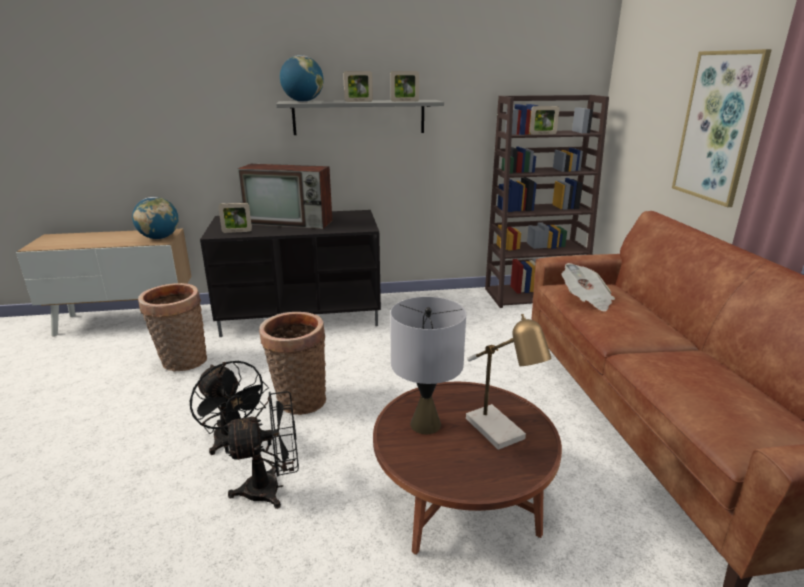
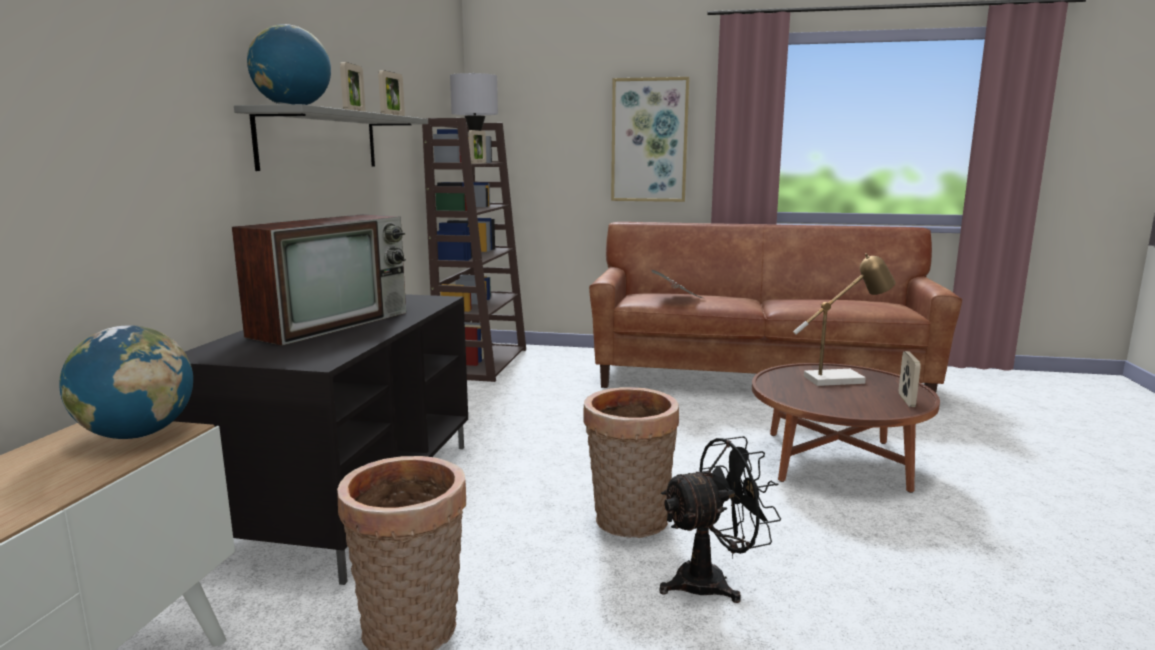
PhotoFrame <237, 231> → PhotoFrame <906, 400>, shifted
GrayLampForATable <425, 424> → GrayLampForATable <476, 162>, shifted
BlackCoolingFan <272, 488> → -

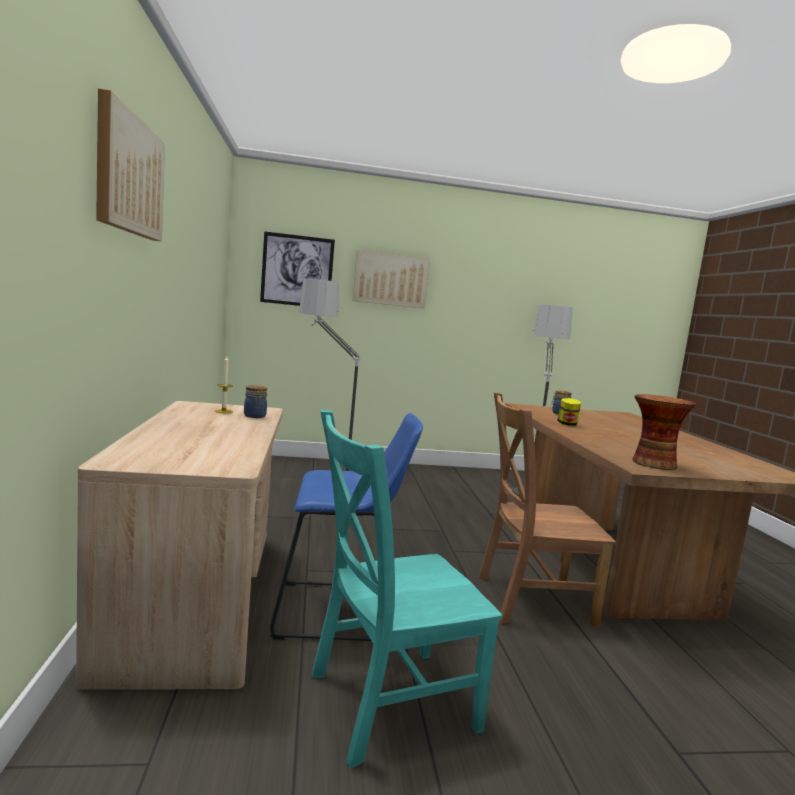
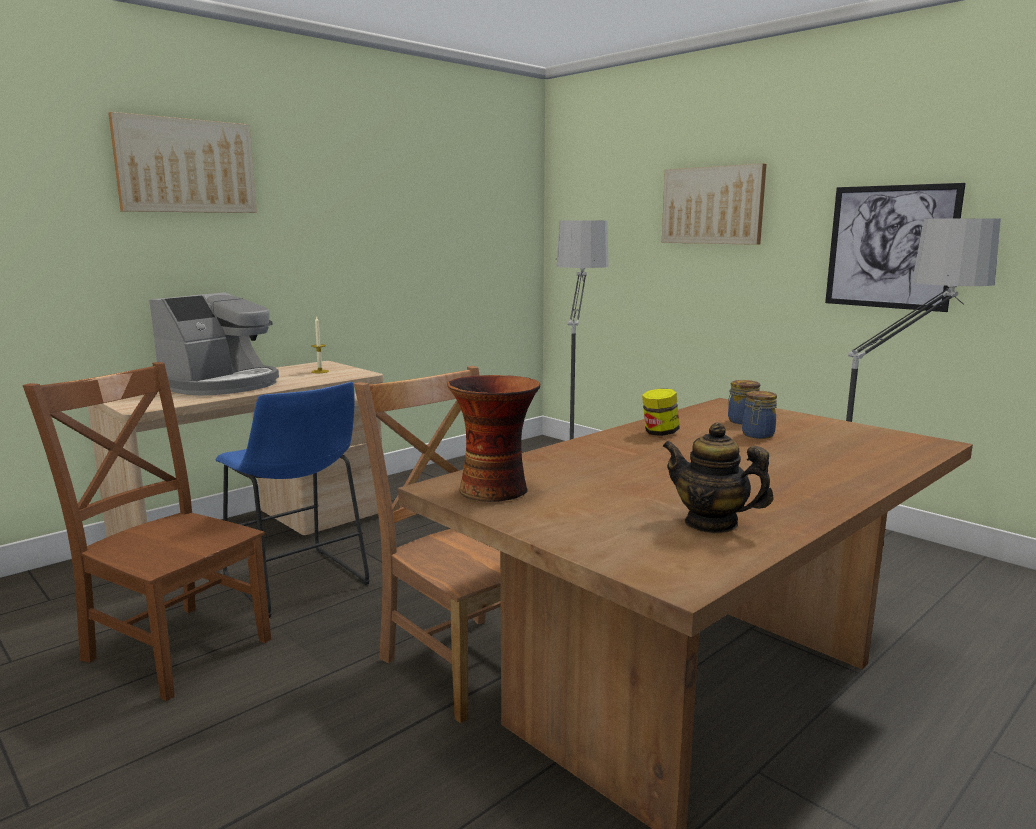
WallPicture <297, 270> → WallPicture <890, 247>, shifted
StorageJar <255, 416> → StorageJar <757, 435>, shifted
TurquoiseColouredChair <385, 702> → BrownChair <174, 646>
- → CoffeeMachine <222, 385>
- → PotForTea <711, 523>

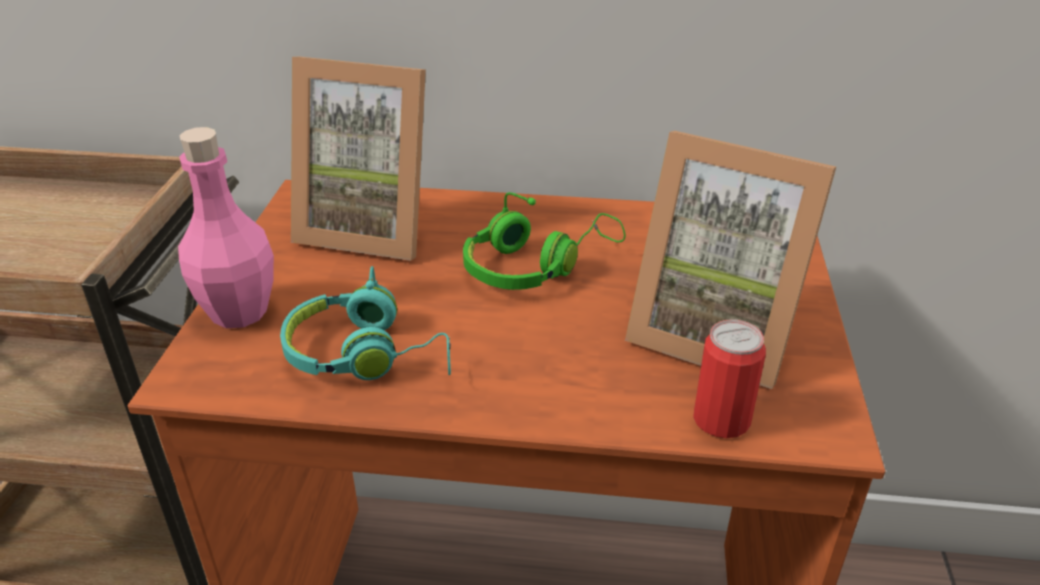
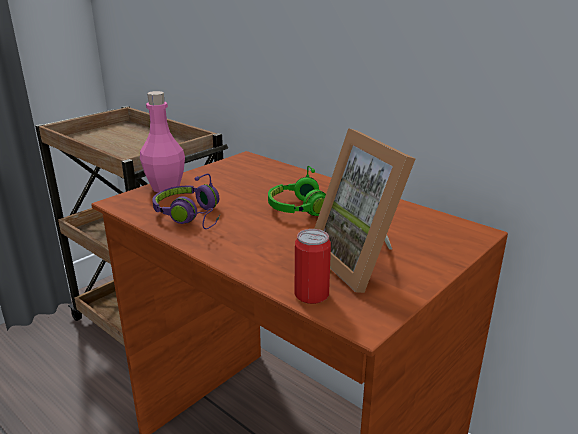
PhotoFrame <371, 227> → -
TurquoiseColouredHeadset <368, 354> → PurpleColouredHeadset <192, 216>

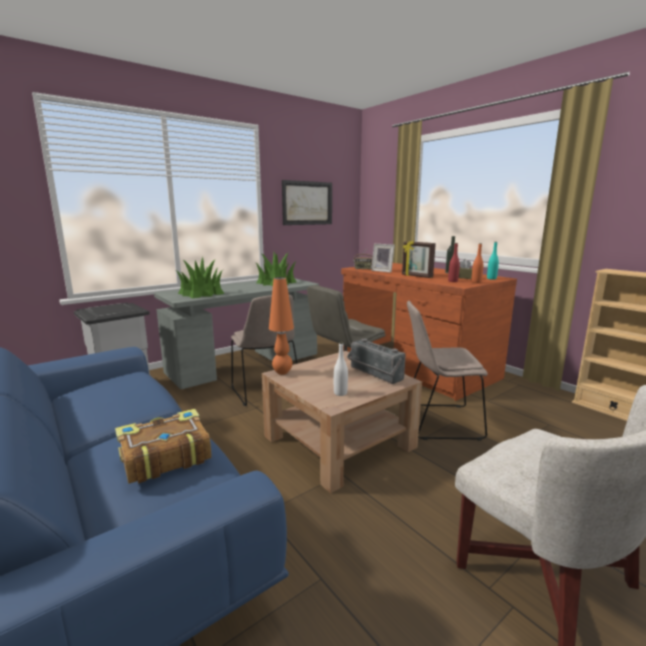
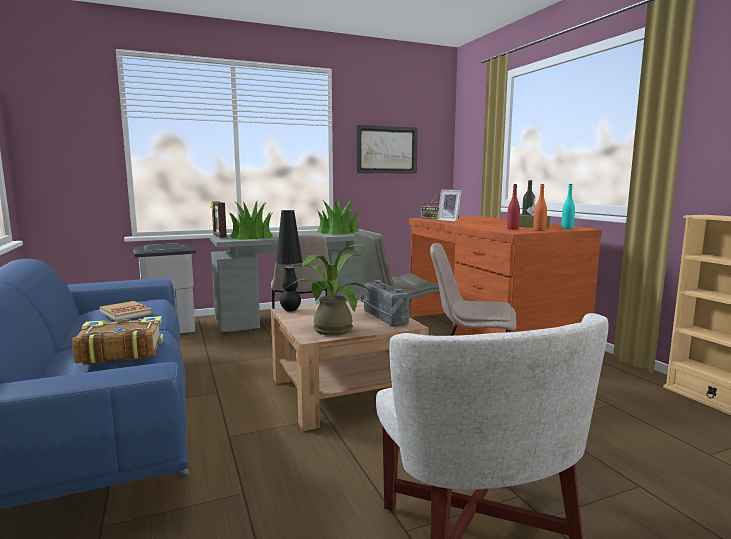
PhotoFrame <416, 276> → PhotoFrame <219, 236>, shifted
OrangeyLampForATable <282, 373> → BlackLampForATable <290, 310>
WhitishBeverageBottle <340, 393> → PottedPlant <329, 329>
- → Volume <126, 313>

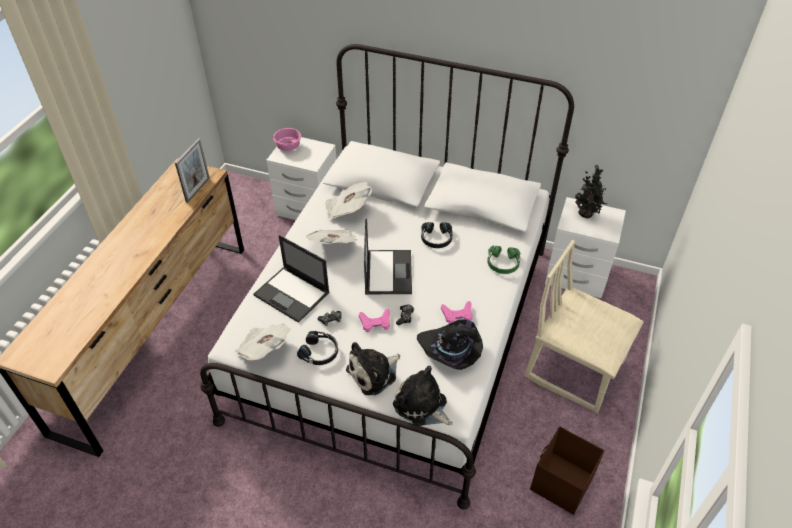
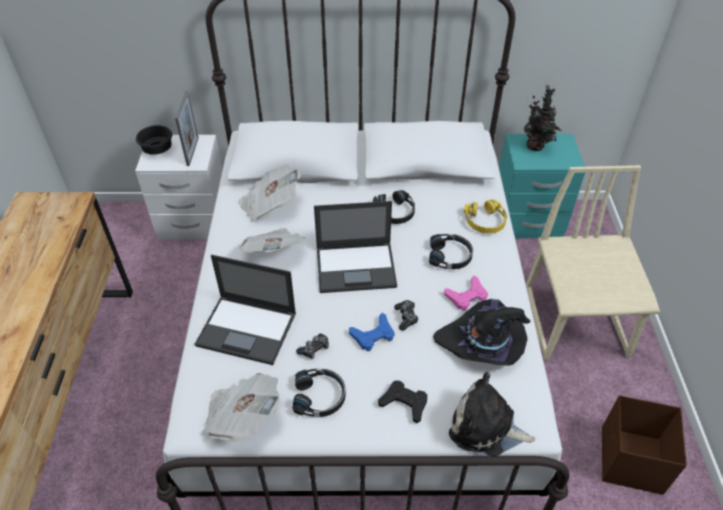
PinkDeepDish <289, 146> → BlackDeepDish <158, 148>
PhotoFrame <198, 190> → PhotoFrame <192, 151>, shifted
WhitishBedsideTable <576, 276> → TurquoiseColouredBedsideTable <526, 221>
PortableComputer <388, 272> → PortableComputer <357, 267>, 105 degrees clockwise
BeigeChair <575, 368> → BeigeChair <576, 322>, 75 degrees clockwise
GreenishHeadset <503, 263> → YellowHeadset <485, 221>
PinkJoypad <375, 322> → BlueJoypad <373, 335>
CuddlyToy <374, 373> → BlackJoypad <404, 403>
- → BlackHeadset <450, 256>

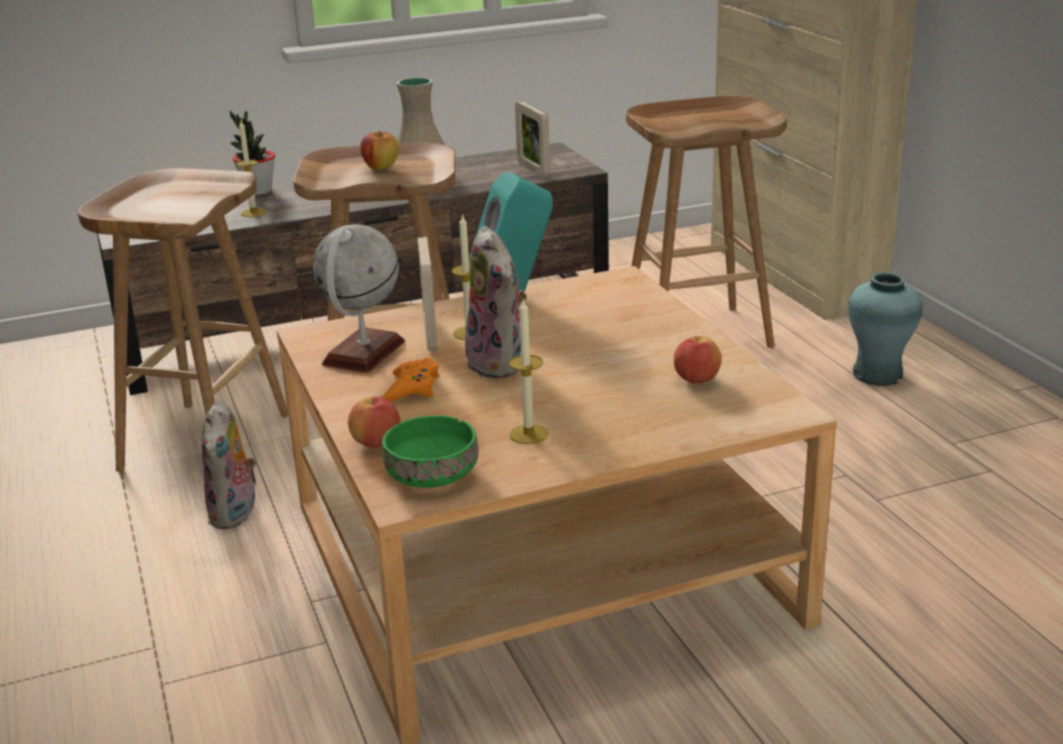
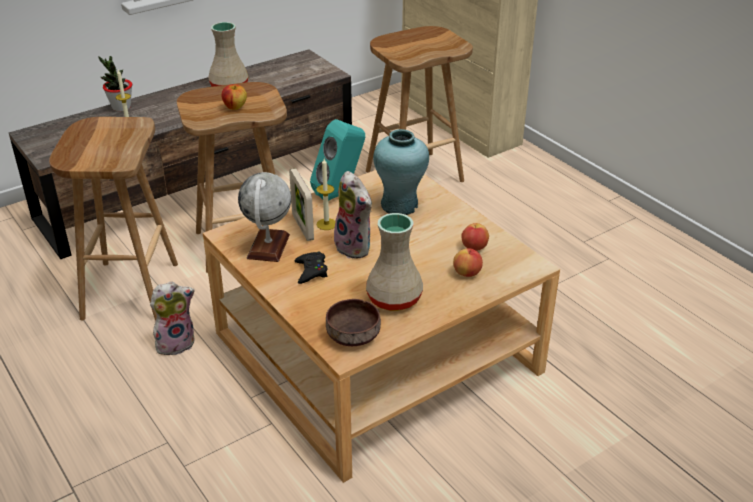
PhotoFrame <533, 170> → -
TurquoiseColouredVase <877, 374> → TurquoiseColouredVase <399, 205>, shifted
WaxLight <528, 434> → BeigeVase <395, 298>
OrangeyJoypad <412, 388> → BlackJoypad <311, 271>
AppleFruit <376, 443> → AppleFruit <467, 273>, shifted
CuddlyToy <236, 514> → CuddlyToy <176, 343>, 105 degrees counterclockwise
GreenishDeepDish <429, 475> → BrownDeepDish <352, 335>

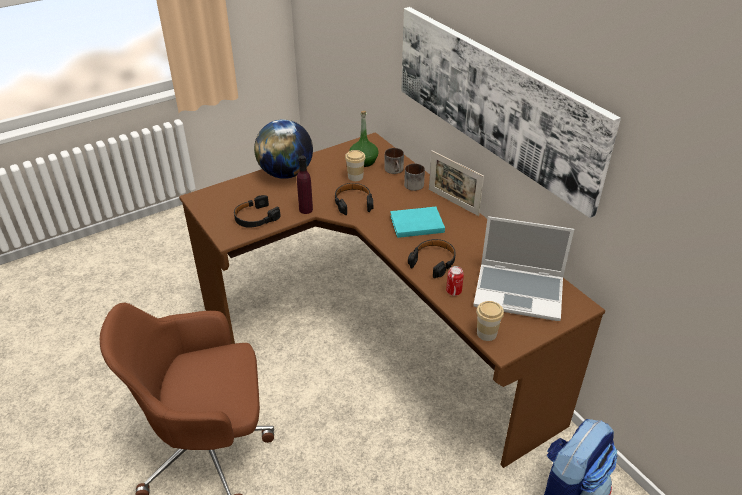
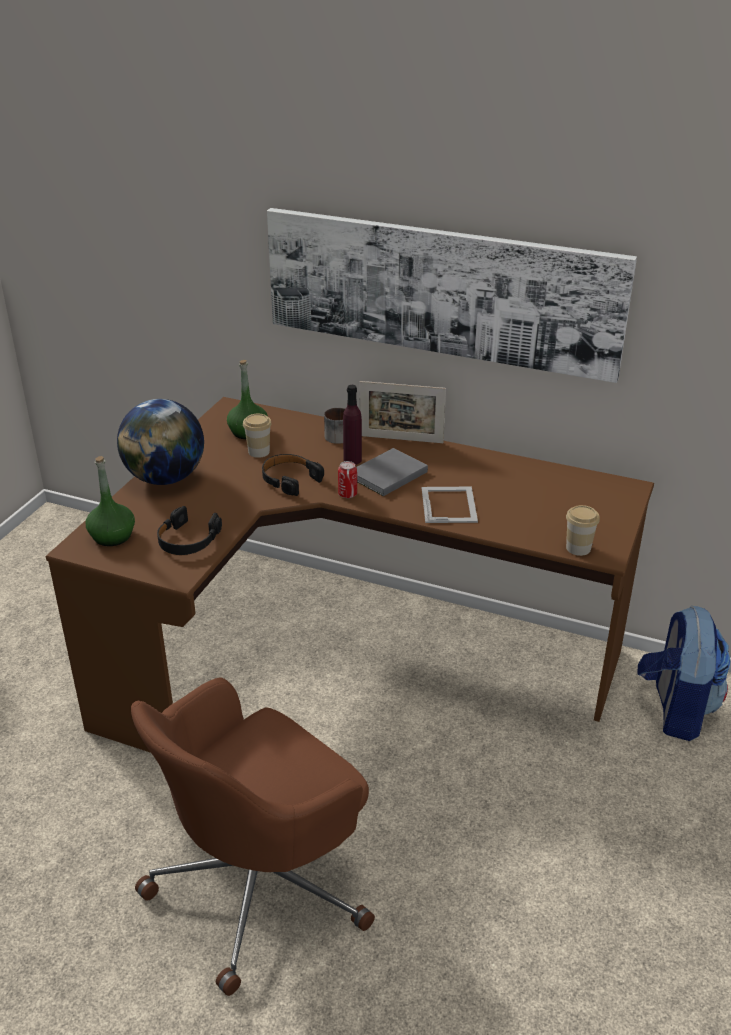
CoffeeMug <395, 170> → -
PurpleColouredBeverageBottle <306, 209> → PurpleColouredBeverageBottle <352, 460>, shifted
TurquoiseColouredVolume <415, 224> → GrayVolume <386, 475>
PortableComputer <520, 292> → -
BlackHeadset <433, 261> → PhotoFrame <449, 504>
SealedCan <453, 291> → SealedCan <347, 494>, shifted
- → GreenishBeverageBottle <112, 536>

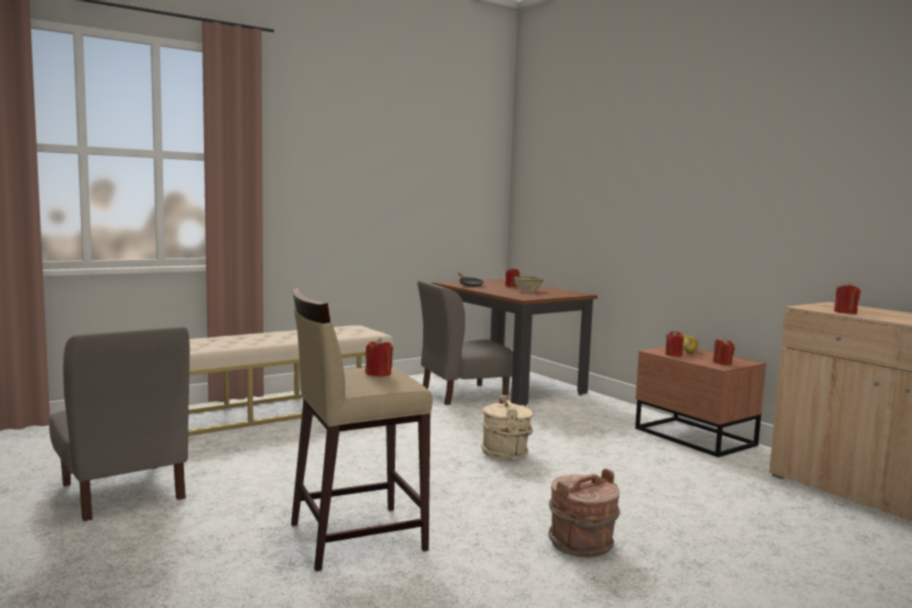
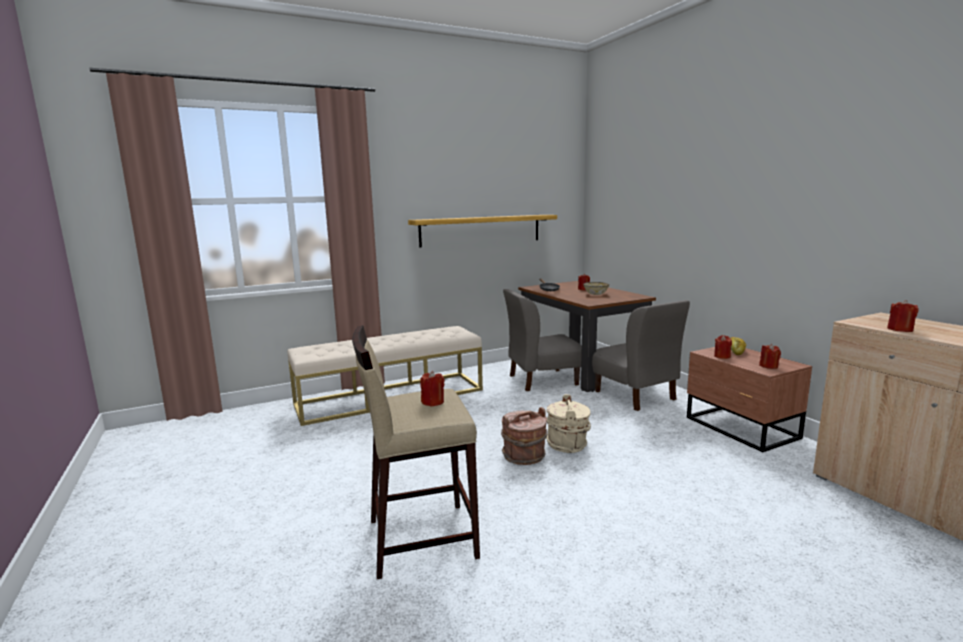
GrayChair <122, 491> → GrayChair <634, 395>, shifted
BrownBucket <581, 545> → BrownBucket <524, 456>, shifted
- → Shelf <481, 230>

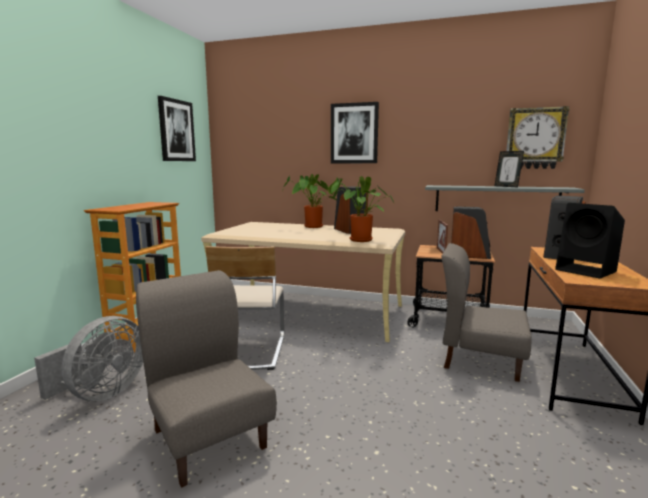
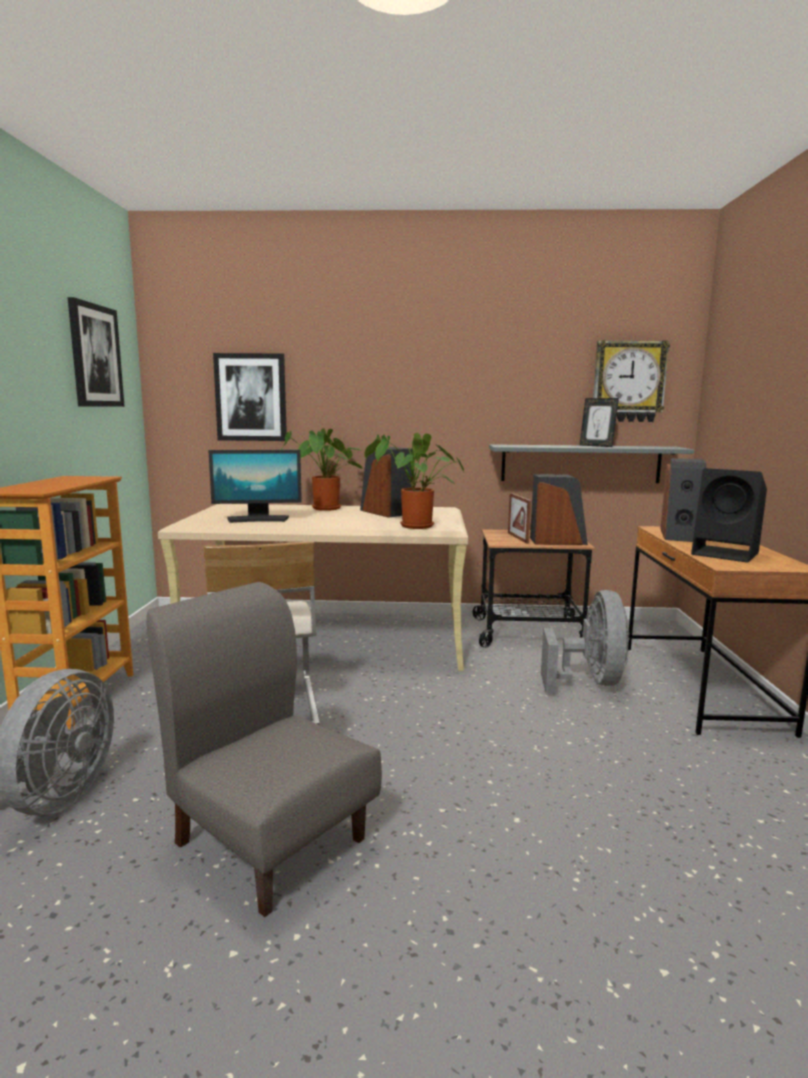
WallPicture <354, 133> → WallPicture <251, 397>, shifted
GrayChair <479, 360> → GrayCoolingFan <590, 682>
- → ComputerScreen <258, 519>

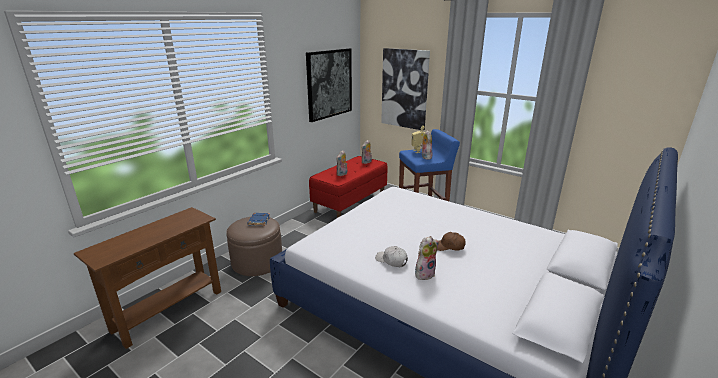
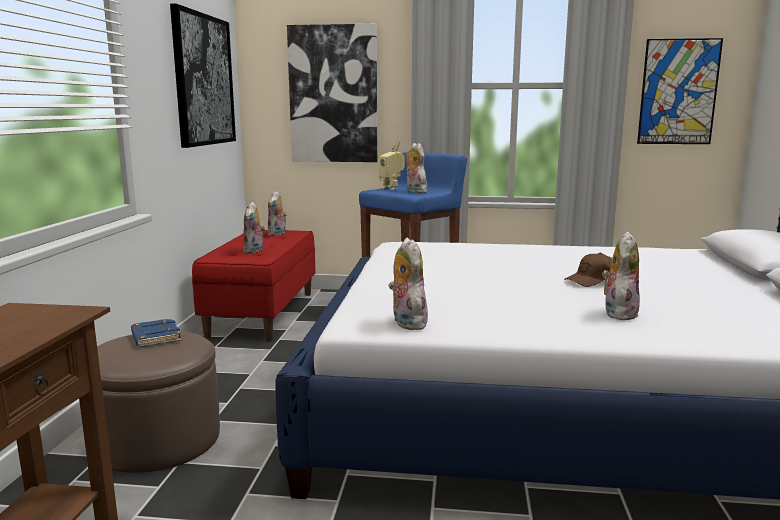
WhitishBaseballCap <391, 260> → -
- → WallPicture <678, 92>
- → CuddlyToy <406, 323>

